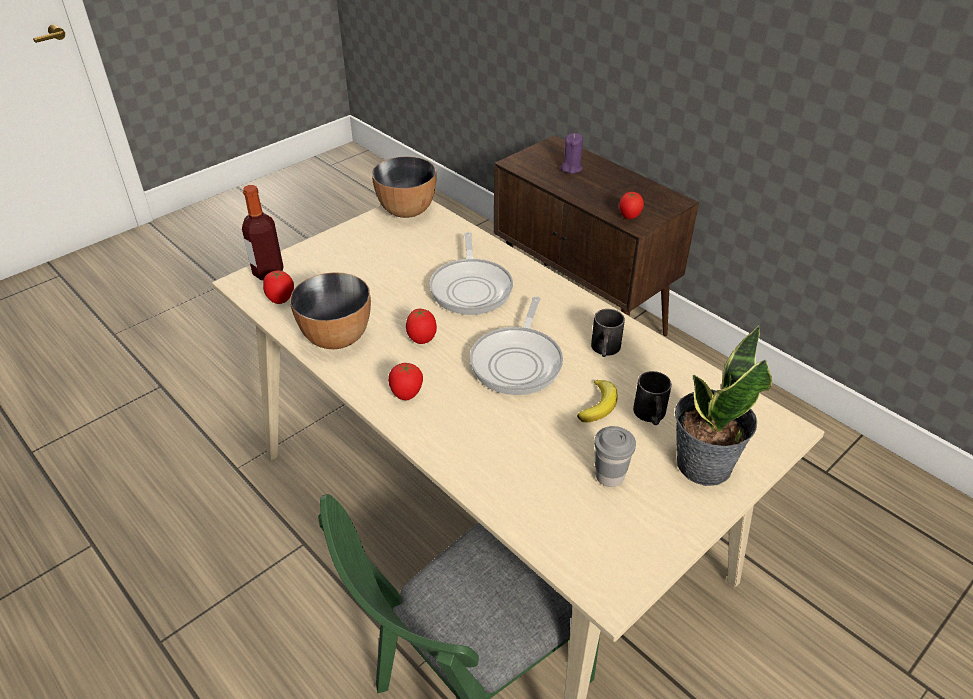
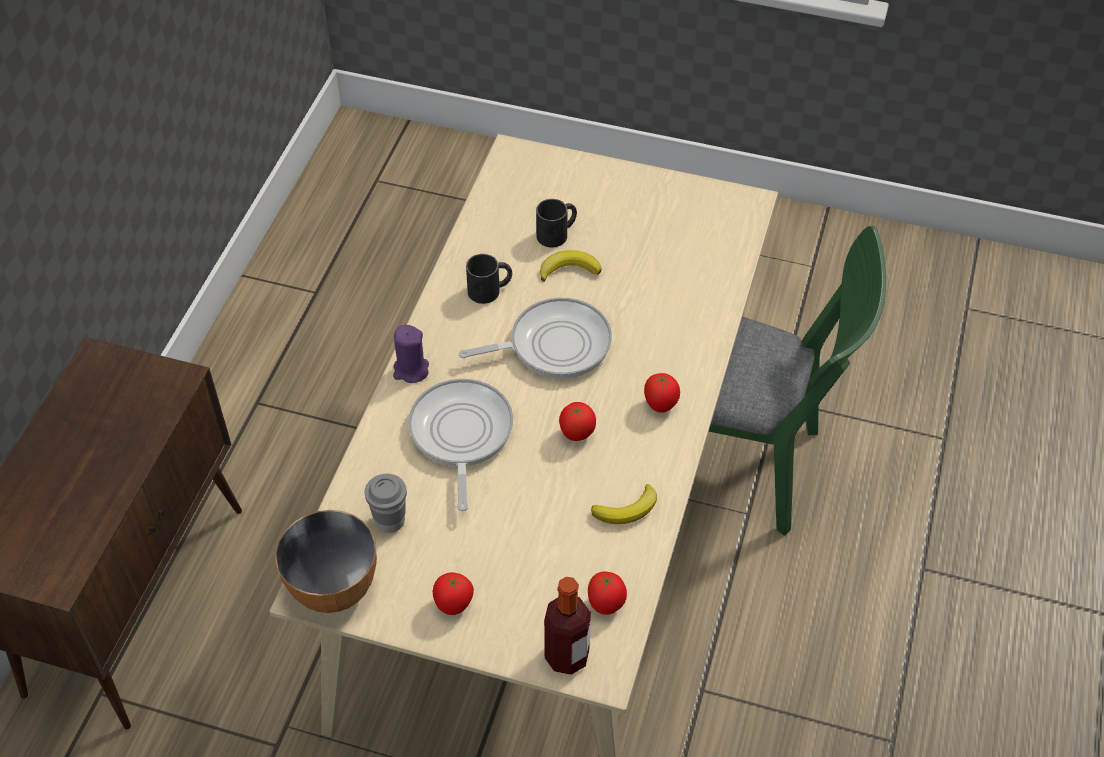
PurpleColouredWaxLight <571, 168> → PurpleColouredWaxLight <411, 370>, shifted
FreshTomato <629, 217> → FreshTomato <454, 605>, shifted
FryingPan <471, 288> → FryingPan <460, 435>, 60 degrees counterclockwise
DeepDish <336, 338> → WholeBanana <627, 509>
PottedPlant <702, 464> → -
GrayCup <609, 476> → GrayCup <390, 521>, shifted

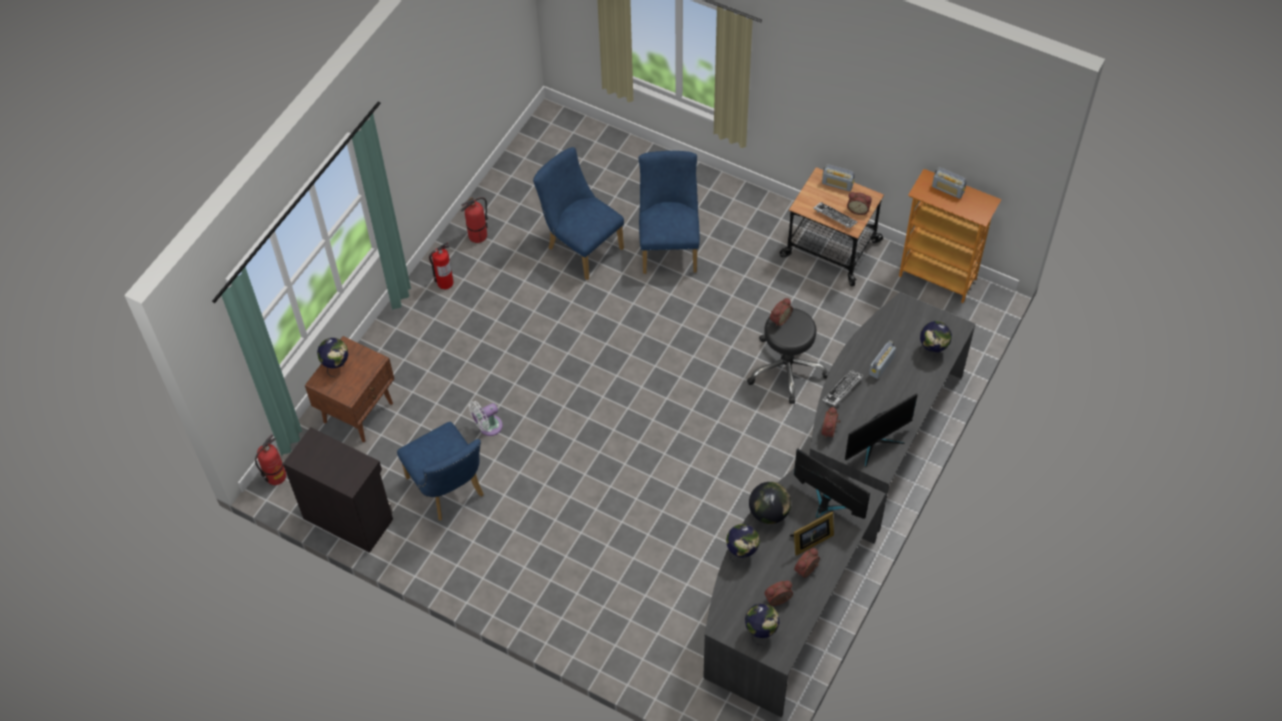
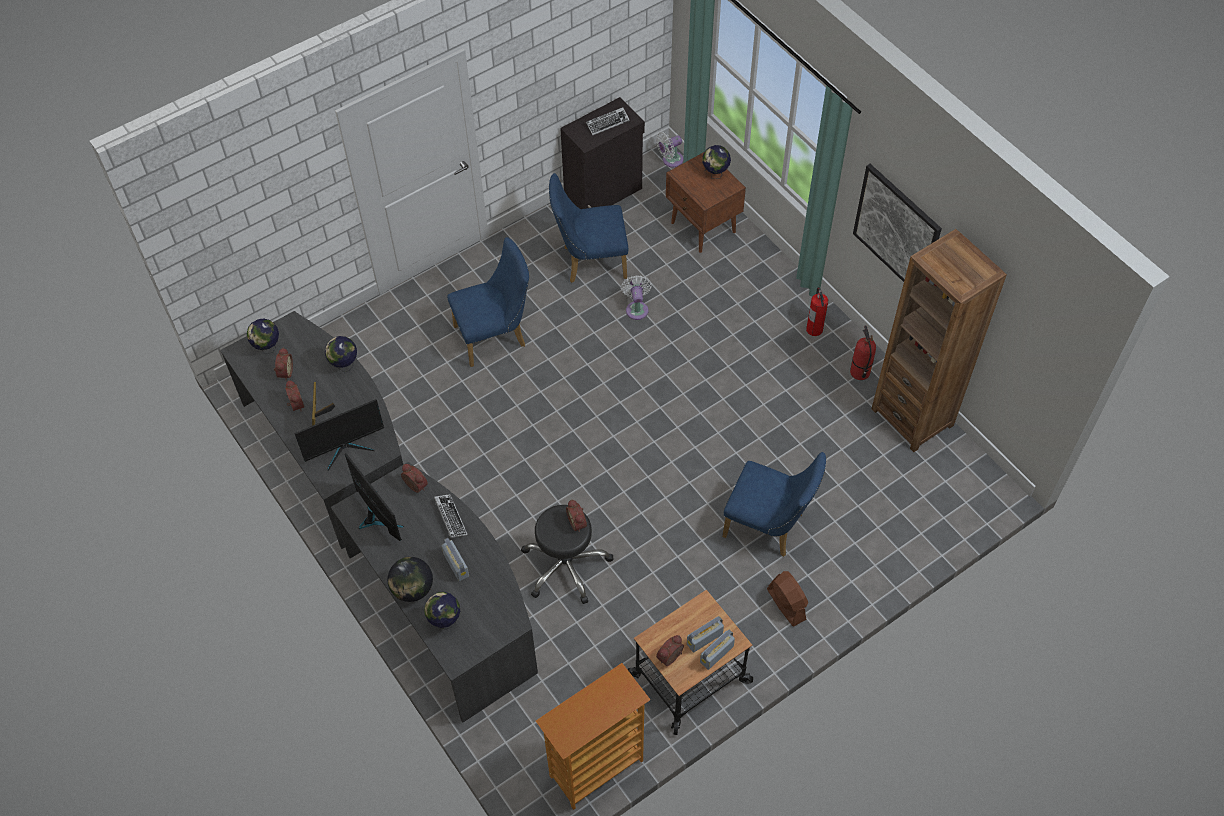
BlueChair <581, 246> → BlueChair <495, 336>, shifted
RadioSet <948, 189> → RadioSet <704, 639>, shifted
PcKeyboard <834, 217> → PcKeyboard <607, 123>, shifted
ComputerScreen <876, 444> → ComputerScreen <376, 517>, 150 degrees clockwise
FireFightingCylinder <276, 476> → WhitishCoolingFan <670, 160>
Globe <769, 513> → Globe <413, 589>, shifted
- → WallPicture <897, 230>
- → BrownBookcase <912, 417>
- → BrownCoolingFan <786, 604>

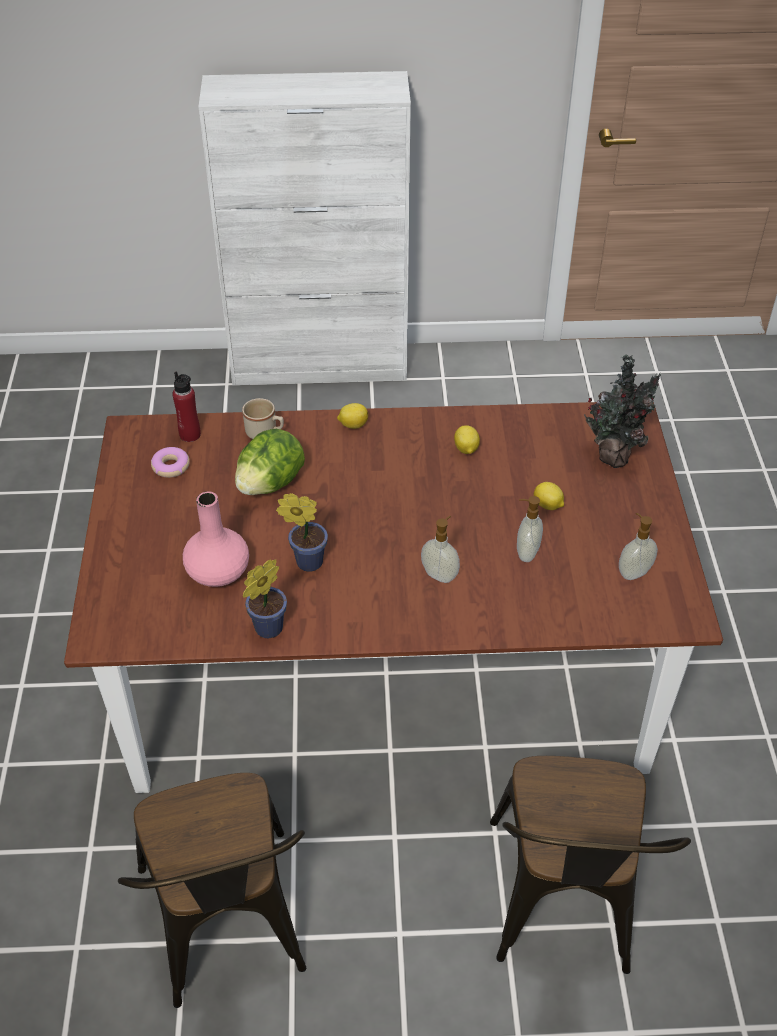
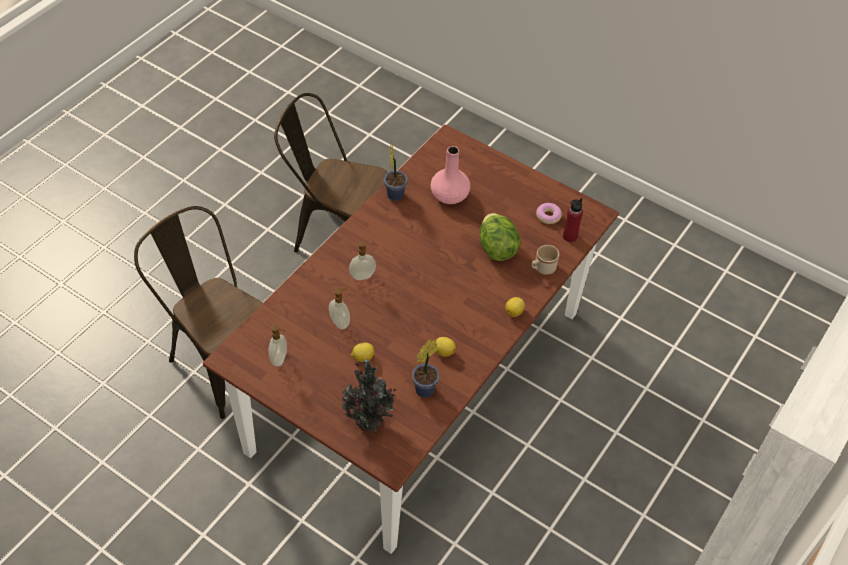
PottedPlant <306, 561> → PottedPlant <426, 388>, shifted

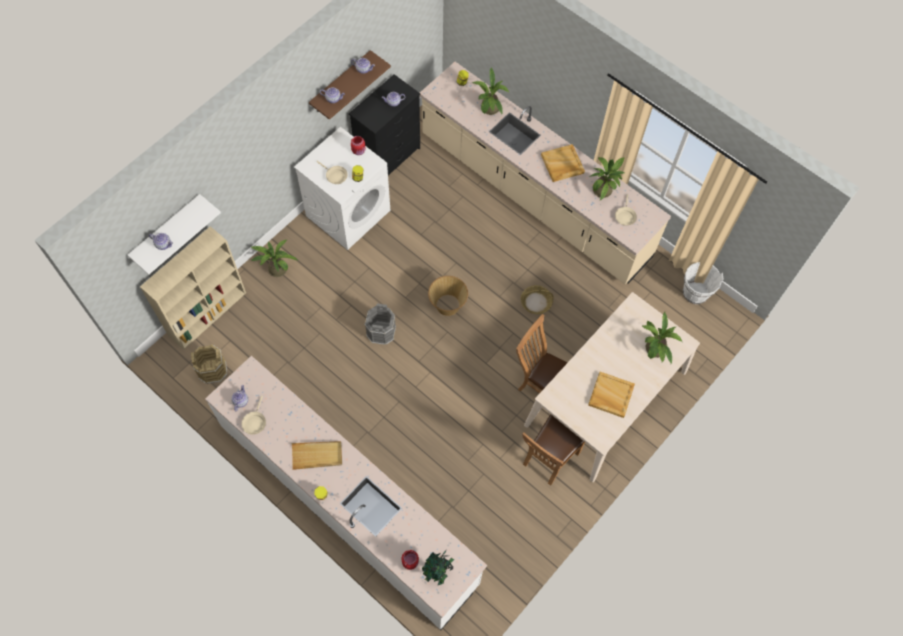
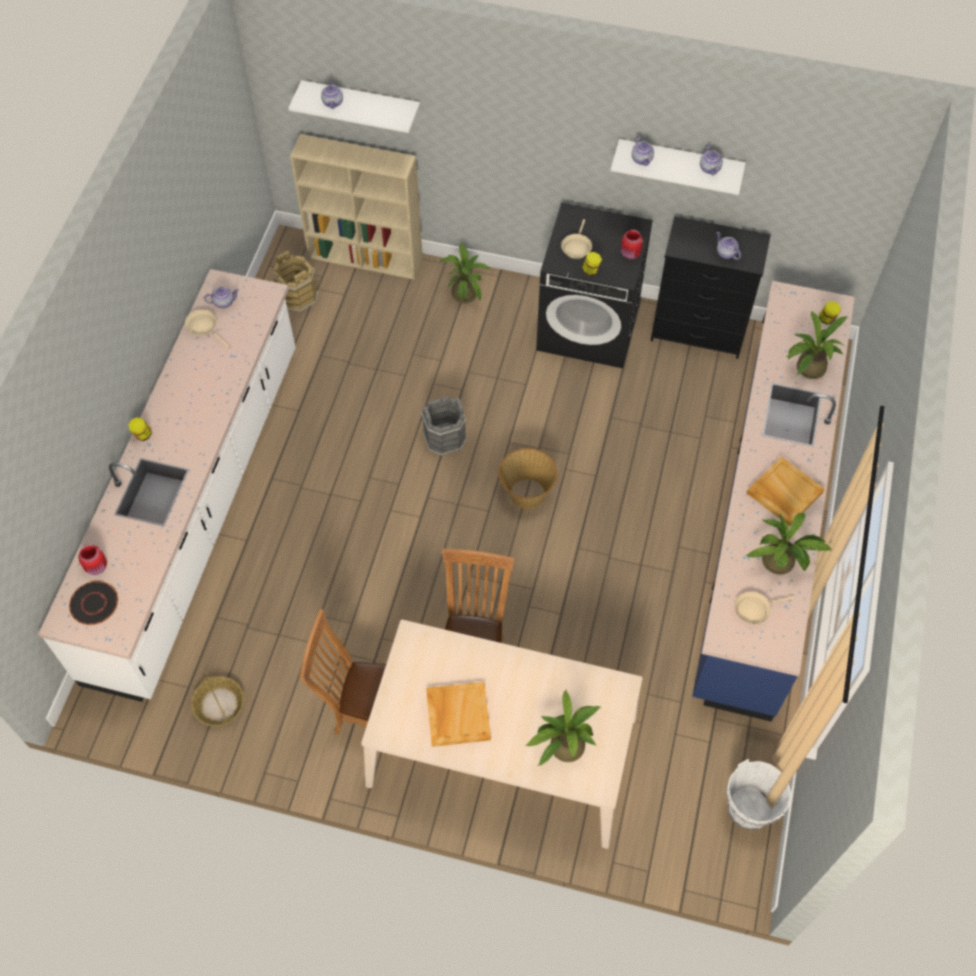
BrownShelf <340, 83> → WhitishShelf <679, 162>
BeigeCounter <533, 196> → BlueCounter <760, 522>
WhitishWashingMachine <348, 212> → BlackWashingMachine <589, 327>
HouseholdBasket <536, 302> → HouseholdBasket <219, 704>, shifted
BeigeFryingPan <255, 422> → BeigeFryingPan <204, 328>, 60 degrees clockwise
BeigeCarryingTray <317, 455> → -
PottedPlant <437, 573> → BlackPlate <94, 604>

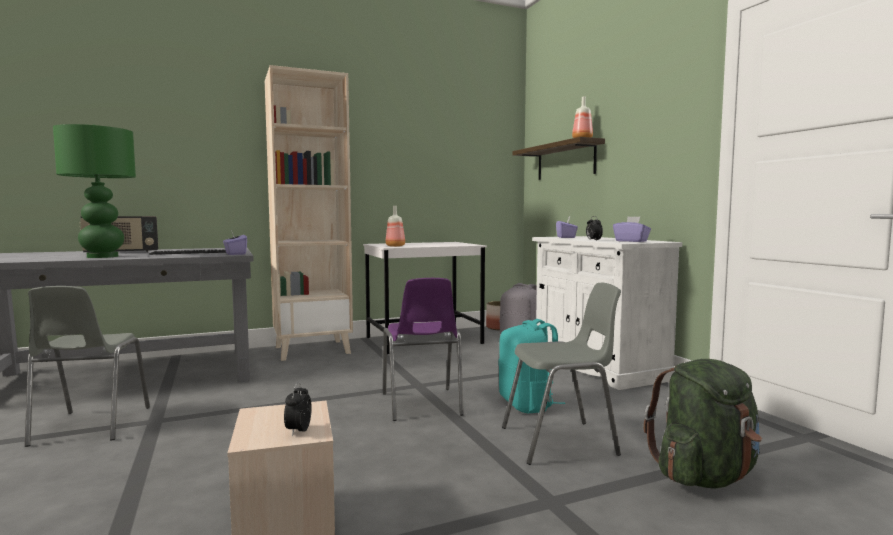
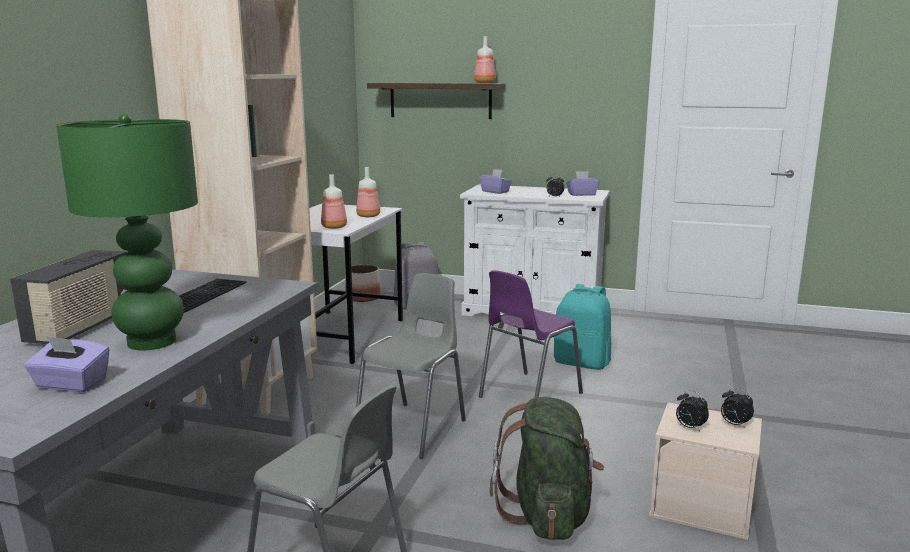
PurpleColouredTissueBox <235, 254> → PurpleColouredTissueBox <71, 384>, shifted
PurpleColouredChair <422, 405> → PurpleColouredChair <527, 395>, 105 degrees clockwise
GrayChair <561, 441> → GrayChair <414, 428>, shifted
GreenishRucksack <705, 476> → GreenishRucksack <548, 515>, shifted
- → BeverageBottle <369, 216>
- → BedsideClock <689, 427>

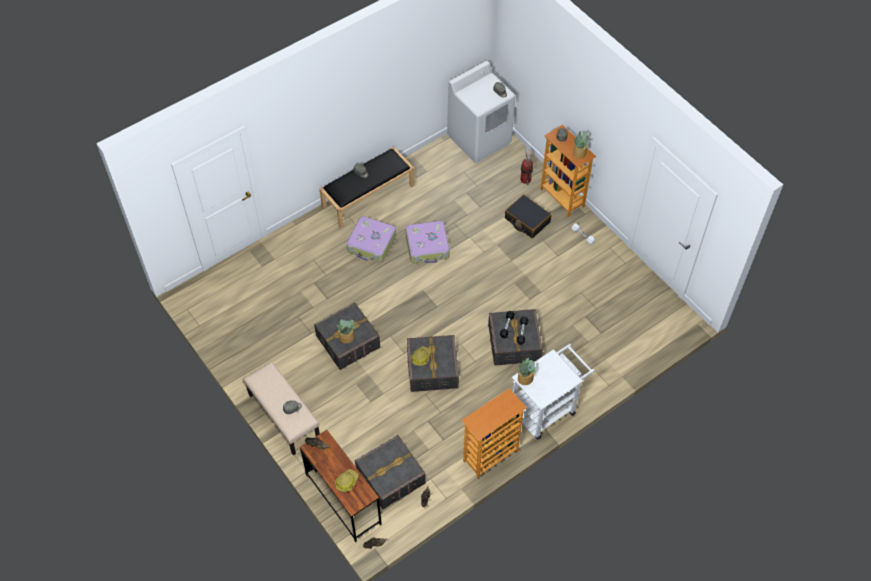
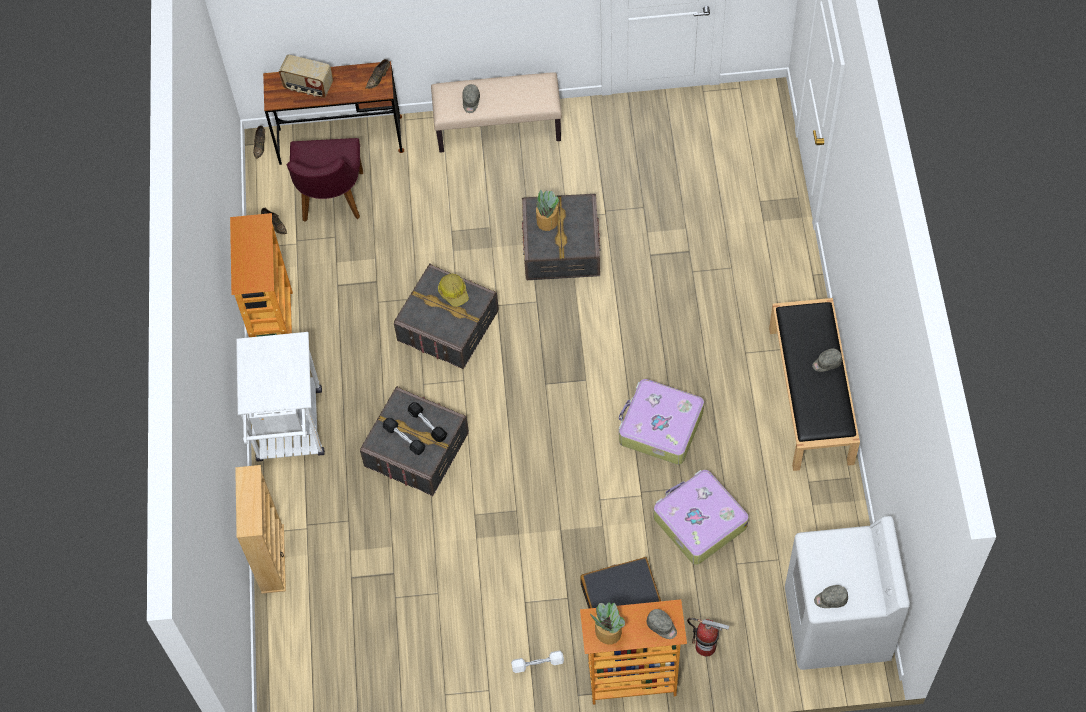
Suitcase <371, 244> → Suitcase <698, 521>, shifted
PottedPlant <525, 378> → -
GrayStorageBox <390, 477> → PurpleColouredChair <331, 202>
HardHat <346, 482> → RadioSet <308, 87>
- → BeigeBookcase <272, 559>

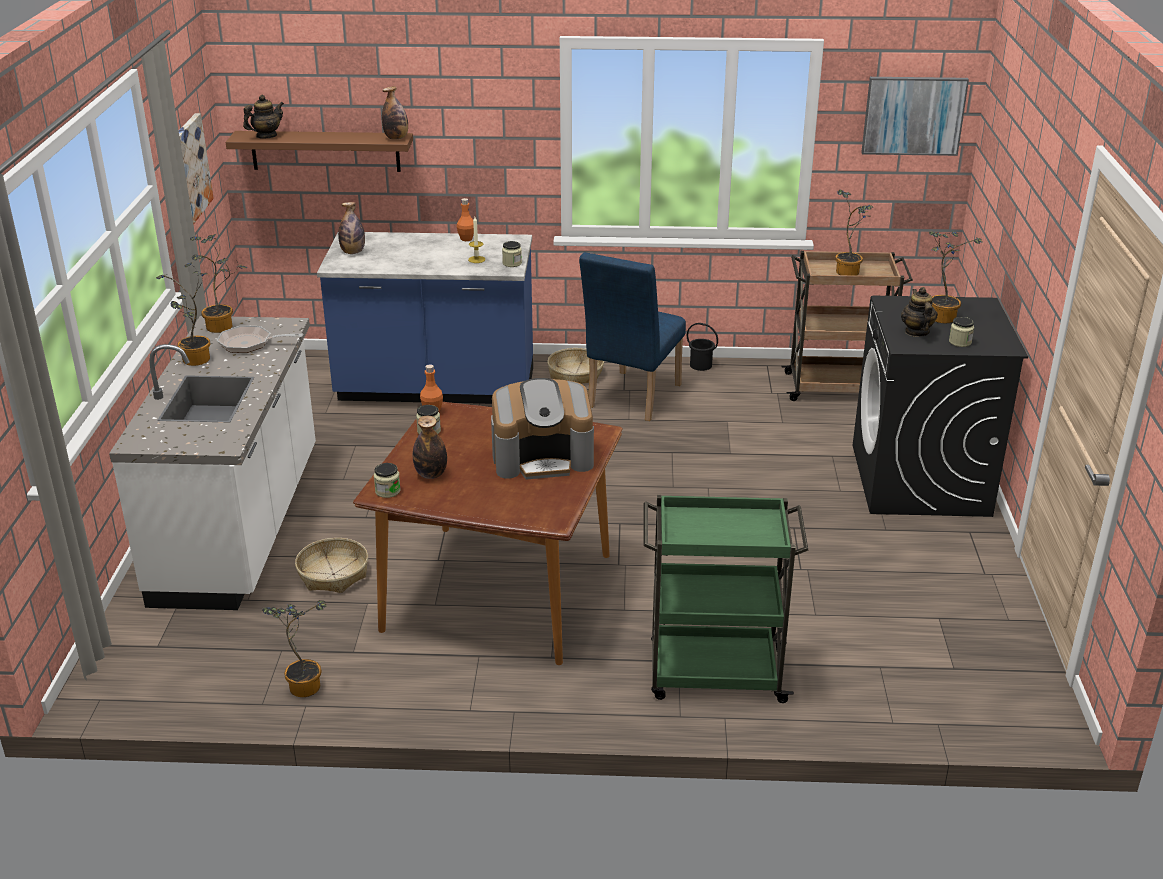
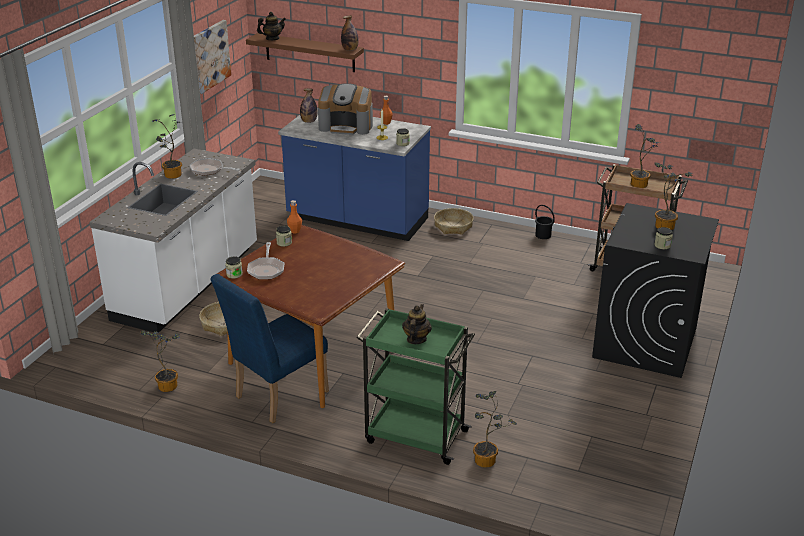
WallPicture <913, 115> → -
PottedPlant <223, 327> → PottedPlant <488, 461>, shifted
BlueChair <630, 399> → BlueChair <276, 396>, shifted
PotForTea <916, 332> → PotForTea <416, 339>, shifted
CoffeeMachine <543, 458> → CoffeeMachine <346, 126>, shifted
BeverageBottle <431, 474> → FryingPan <266, 269>

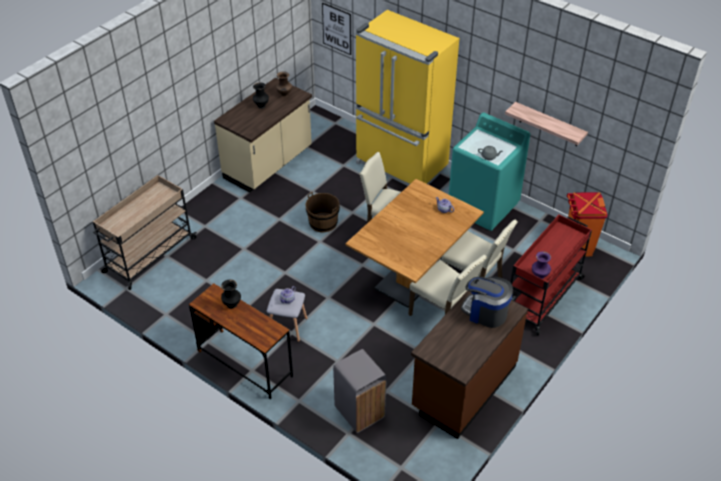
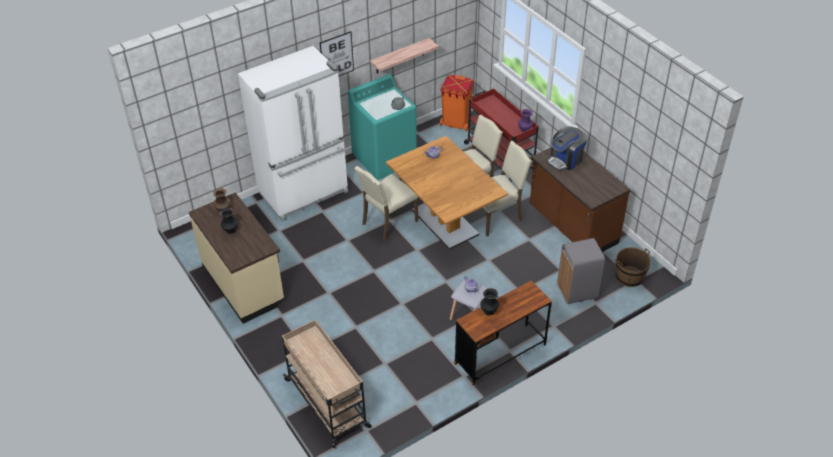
WallPicture <337, 28> → WallPicture <336, 56>, shifted
YellowRefrigerator <401, 166> → WhitishRefrigerator <304, 193>
BrownBucket <323, 223> → BrownBucket <629, 277>, shifted

